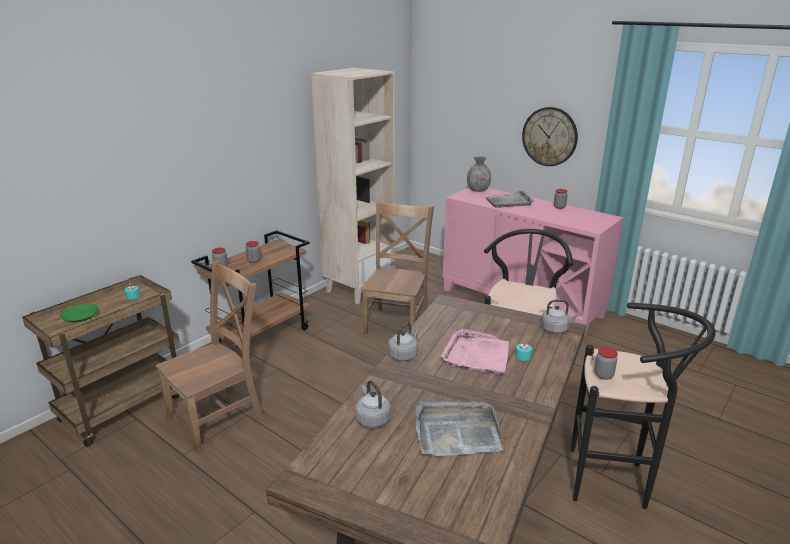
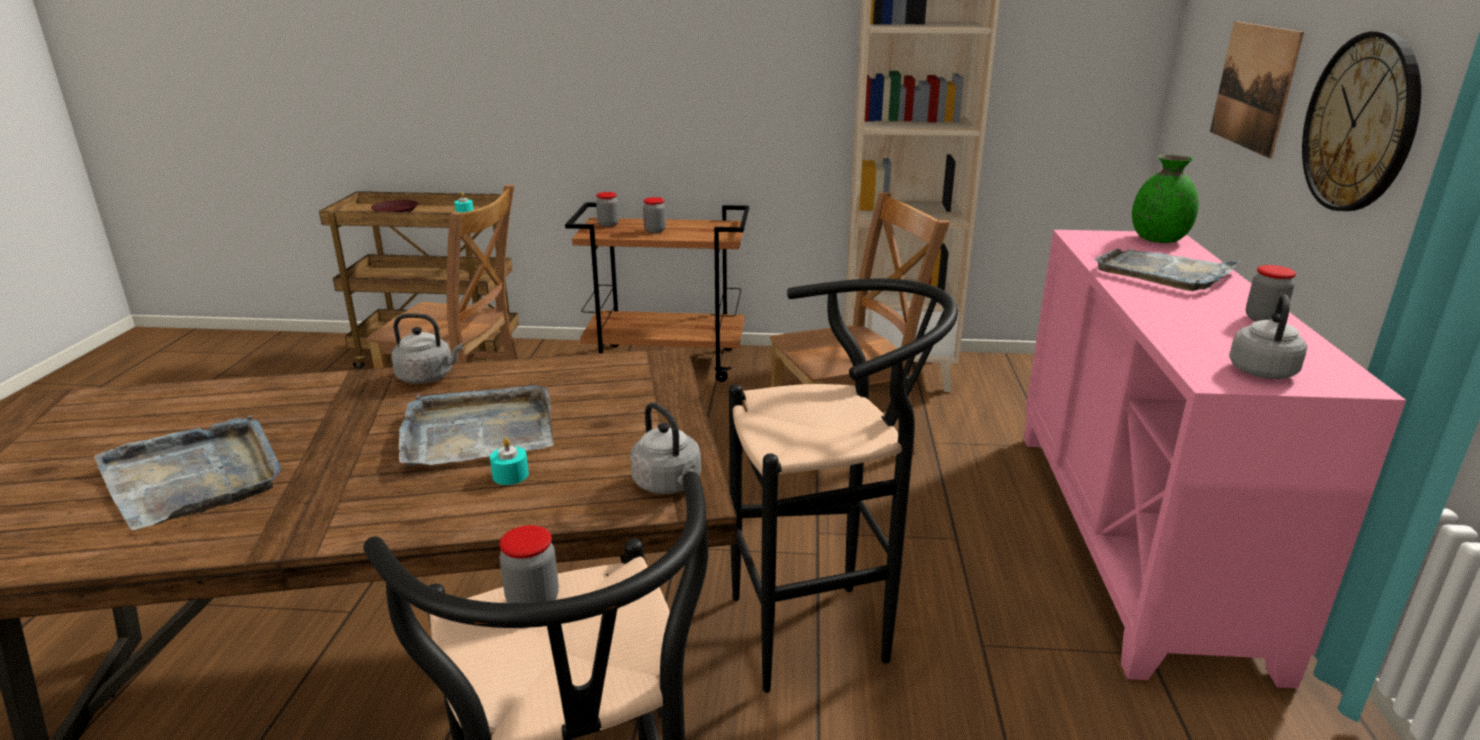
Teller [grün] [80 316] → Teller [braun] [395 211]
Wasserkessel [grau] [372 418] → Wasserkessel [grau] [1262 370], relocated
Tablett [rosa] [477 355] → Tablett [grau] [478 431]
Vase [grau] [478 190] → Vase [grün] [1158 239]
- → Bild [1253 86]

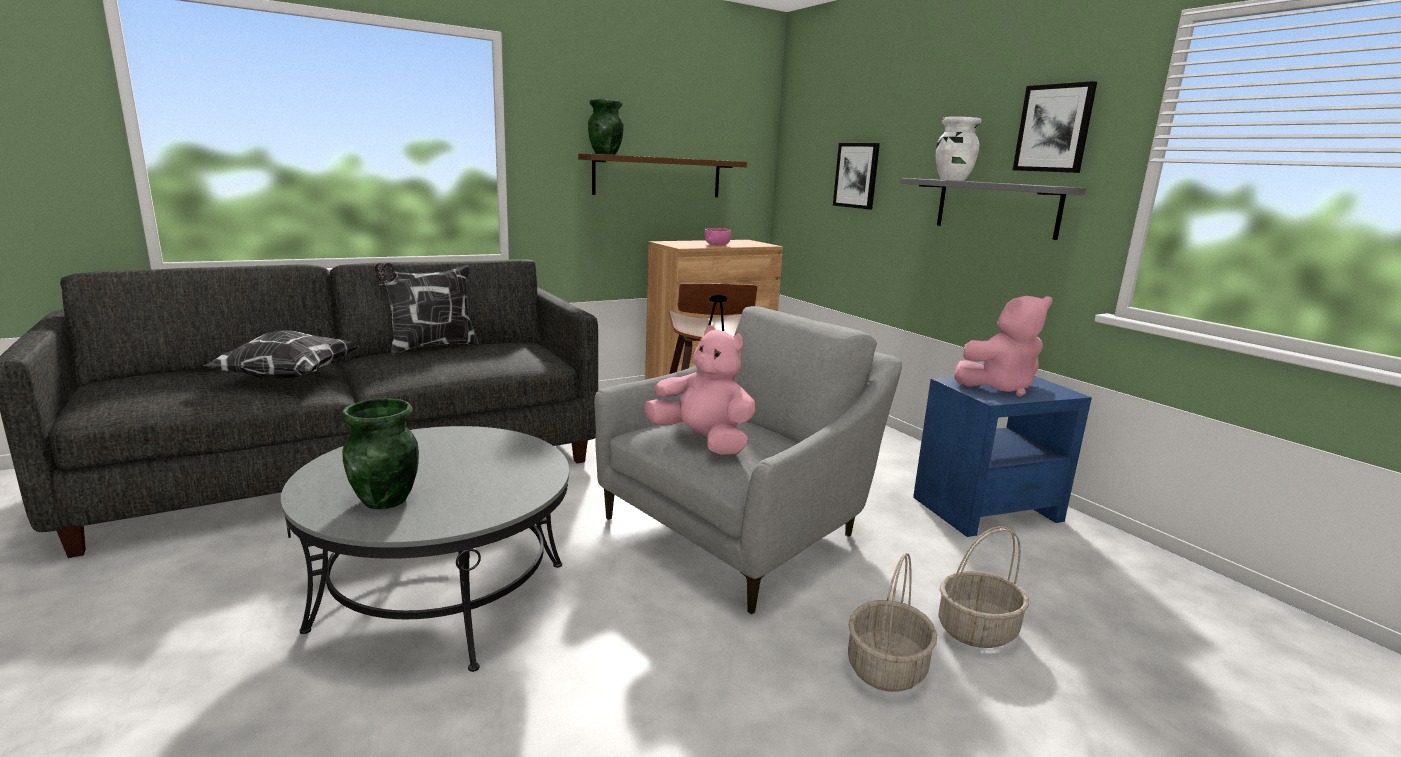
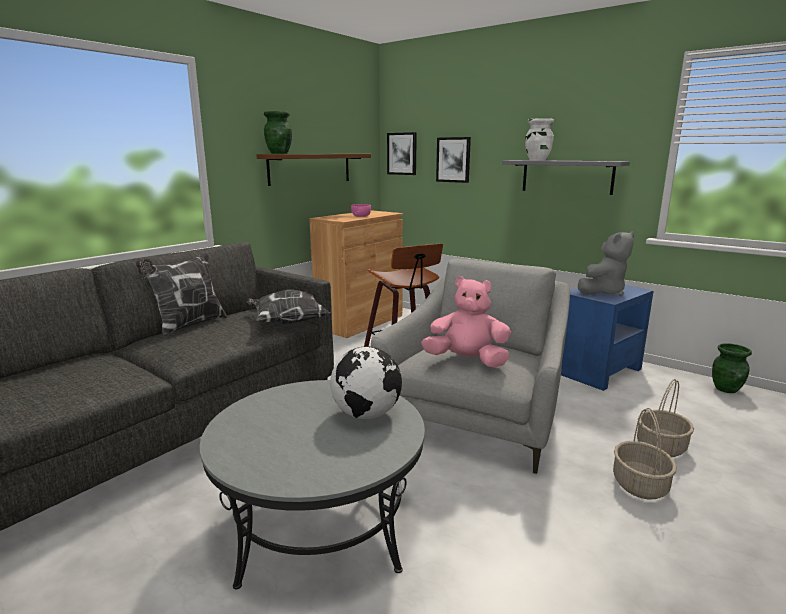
Kissen [288 377] → Kissen [287 322], relocated
Vase [grün] [386 500] → Vase [grün] [726 389], relocated
Plüschtier [rosa] [999 387] → Plüschtier [grau] [603 292]
Bild [1054 128] → Bild [402 153], relocated
- → Globus [367 414]

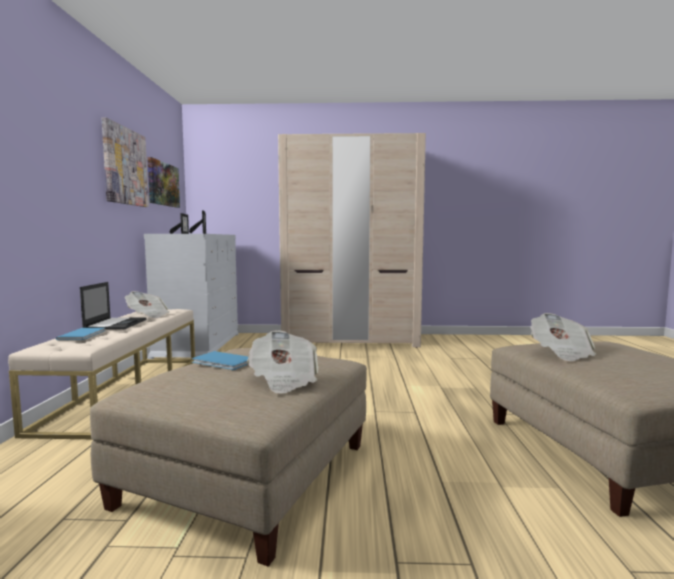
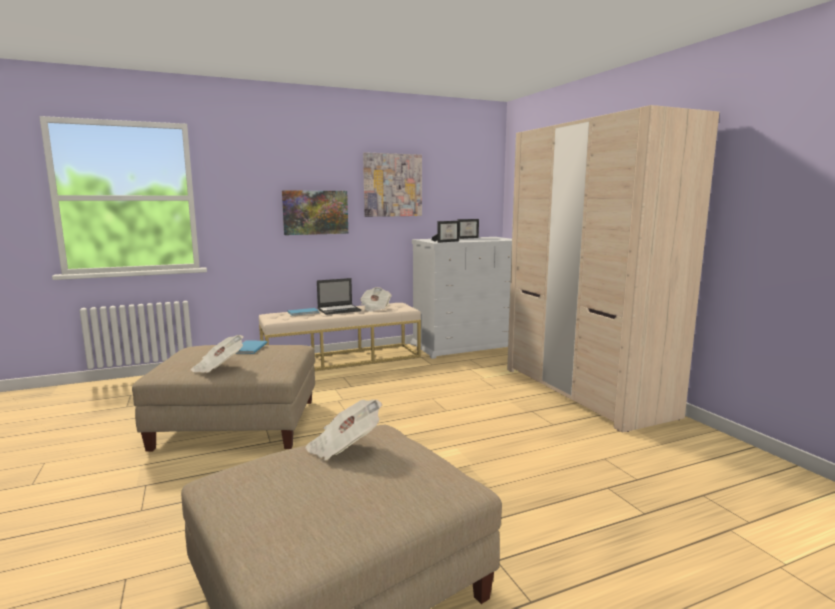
Bild [163 184] → Bild [315 212], relocated

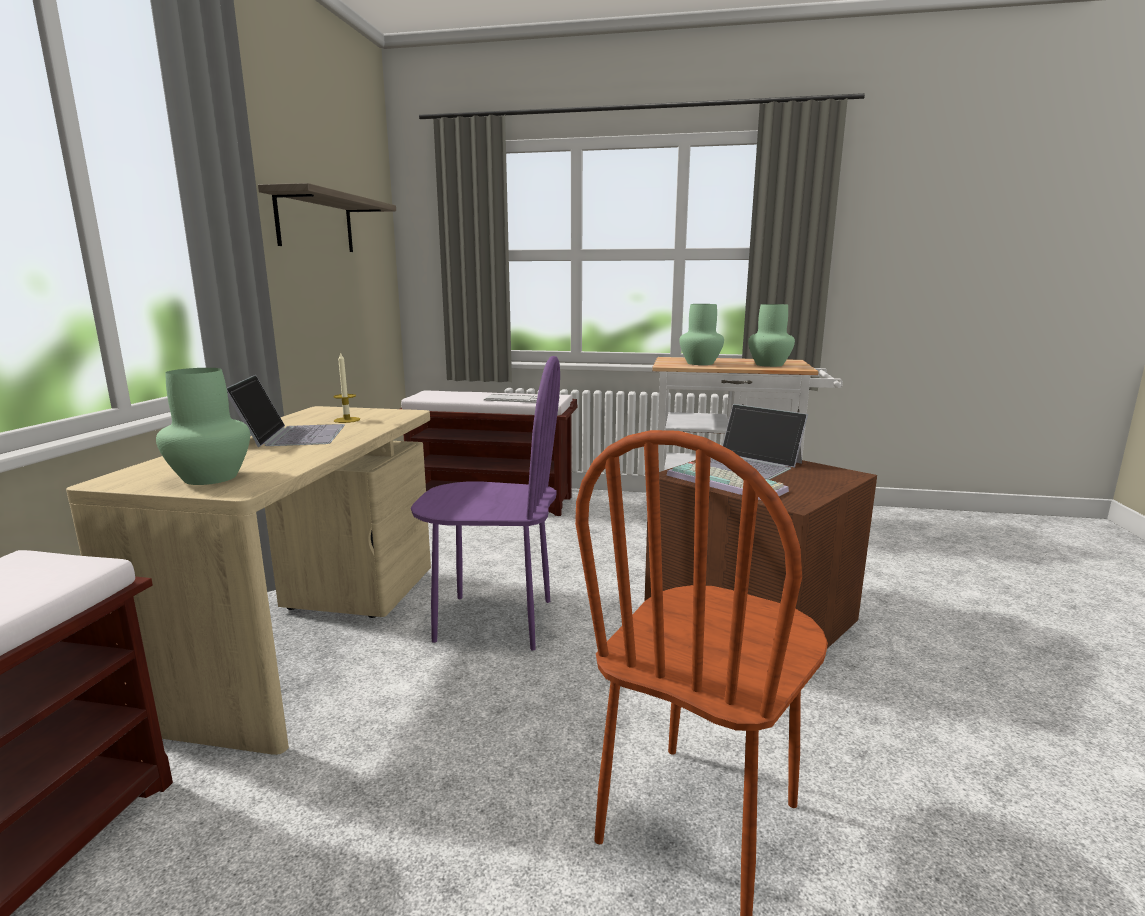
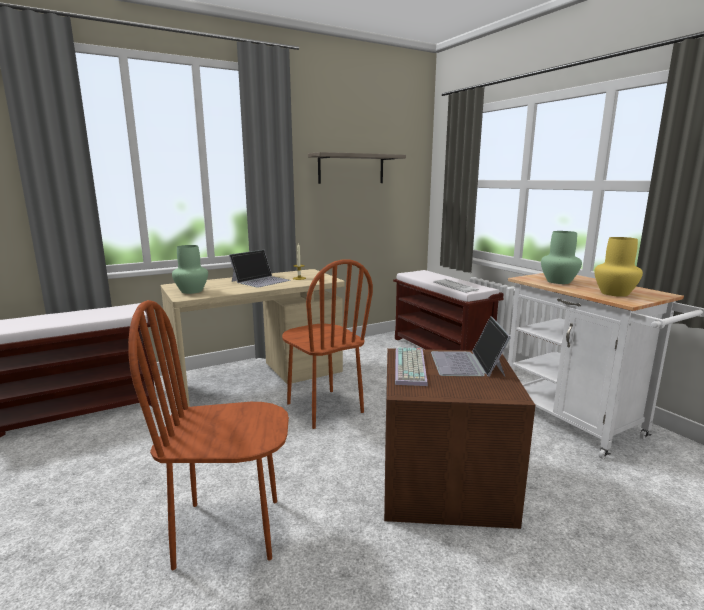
Stuhl [lila] [494 621] → Stuhl [braun] [324 408]
Vase [grün] [769 365] → Vase [gelb] [614 293]

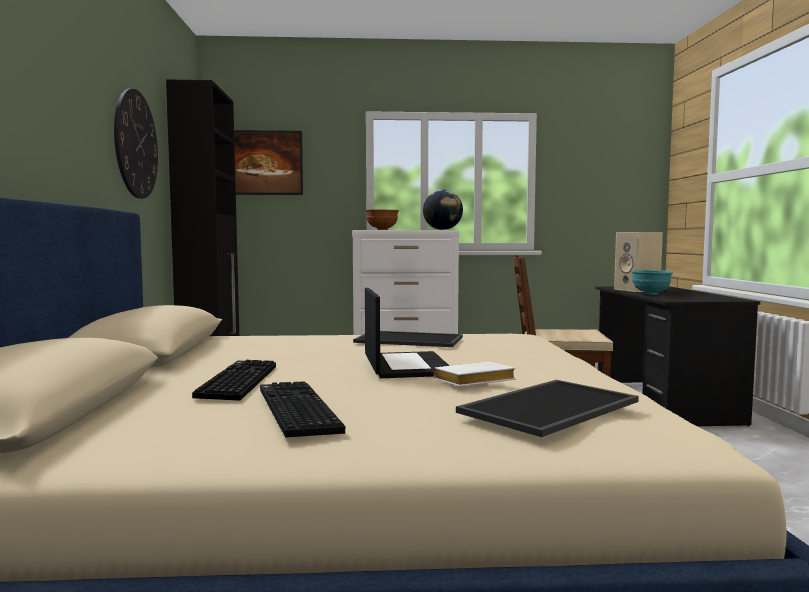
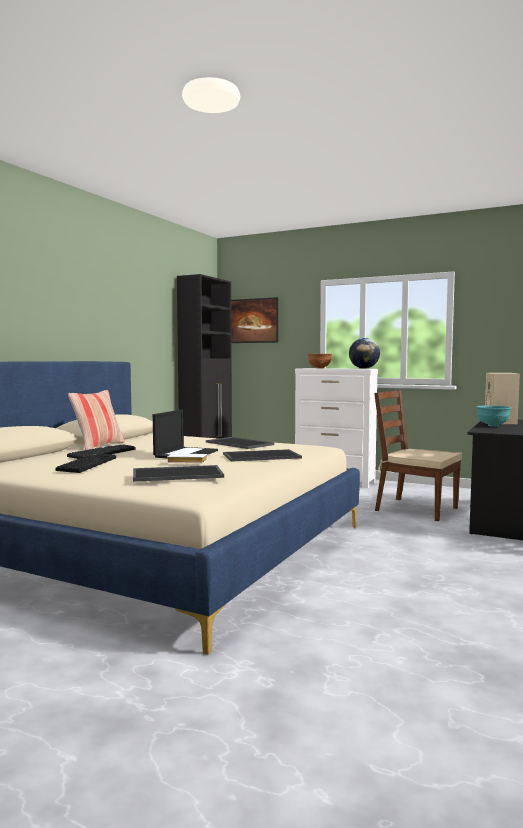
Wanduhr [136 144] → -
- → Kissen [98 446]
- → Tablett [261 456]

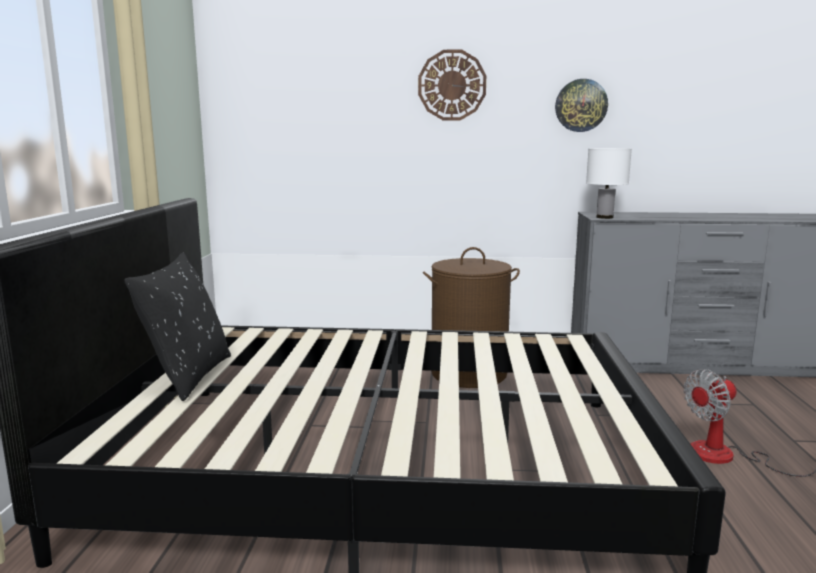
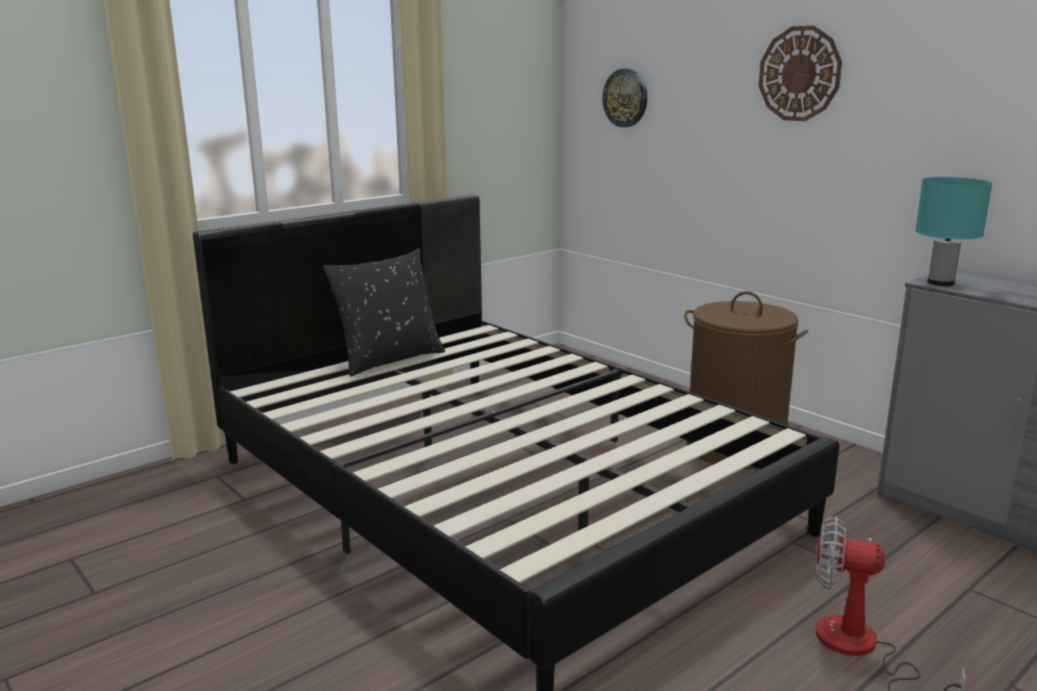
Wanduhr [581 105] → Wanduhr [625 98], relocated
Tischlampe [weiß] [605 217] → Tischlampe [türkis] [941 283]

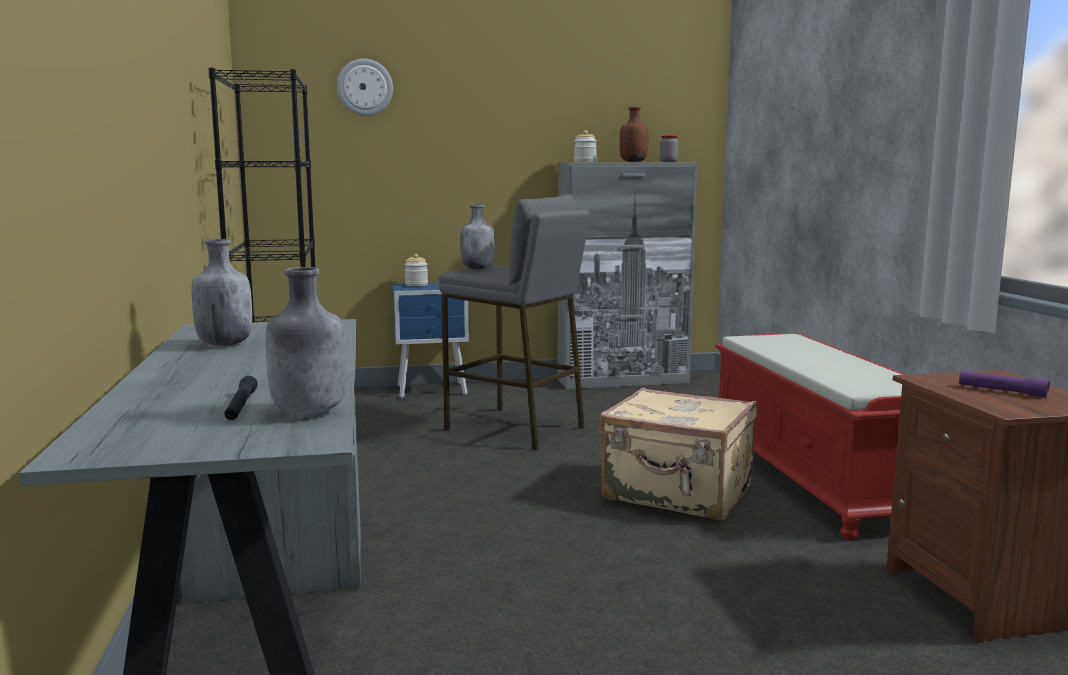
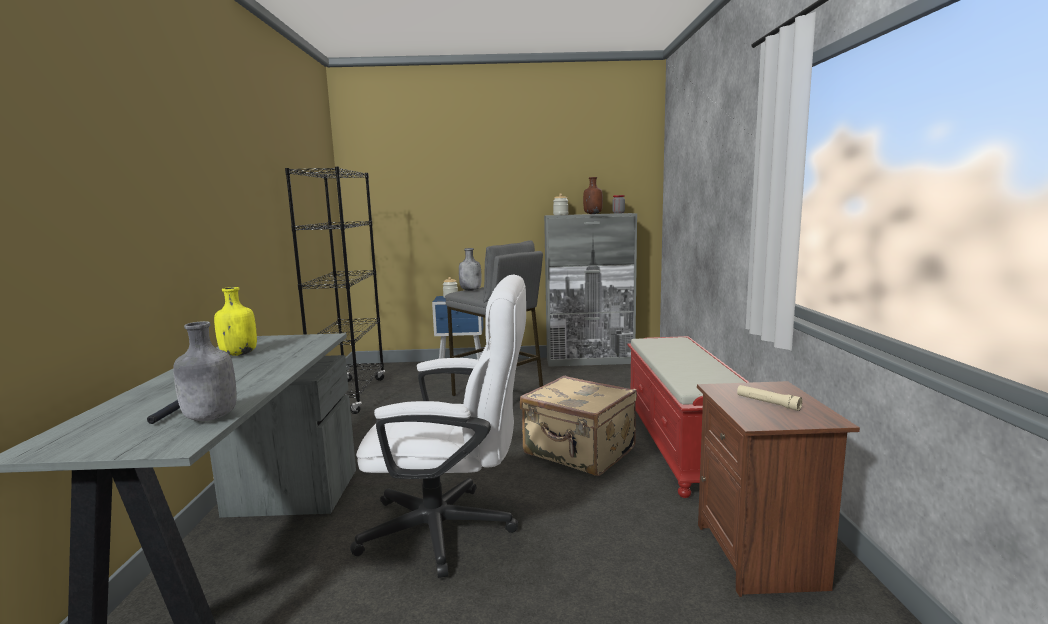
Flasche [grau] [224 344] → Flasche [gelb] [239 354]
Wanduhr [365 87] → -
Taschenlampe [lila] [1001 391] → Taschenlampe [beige] [767 403]
- → Bürostuhl [weiß] [452 529]

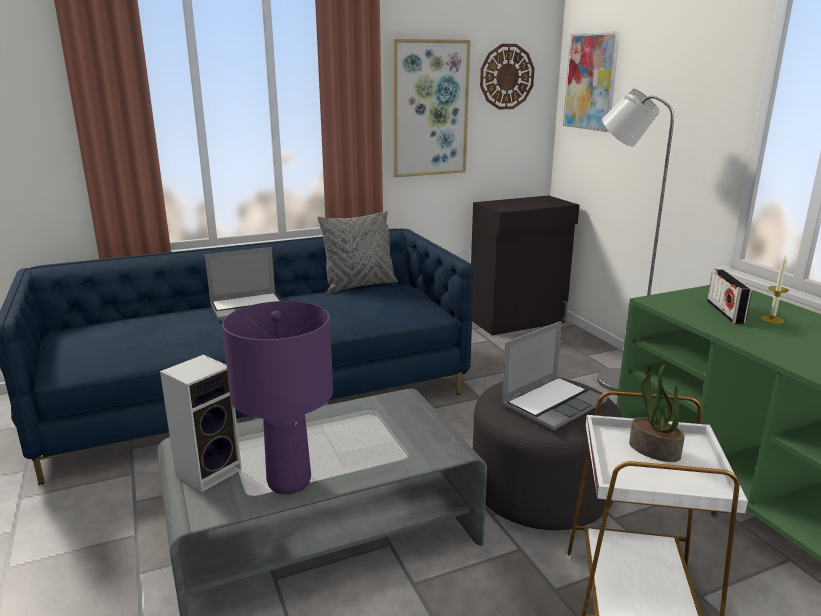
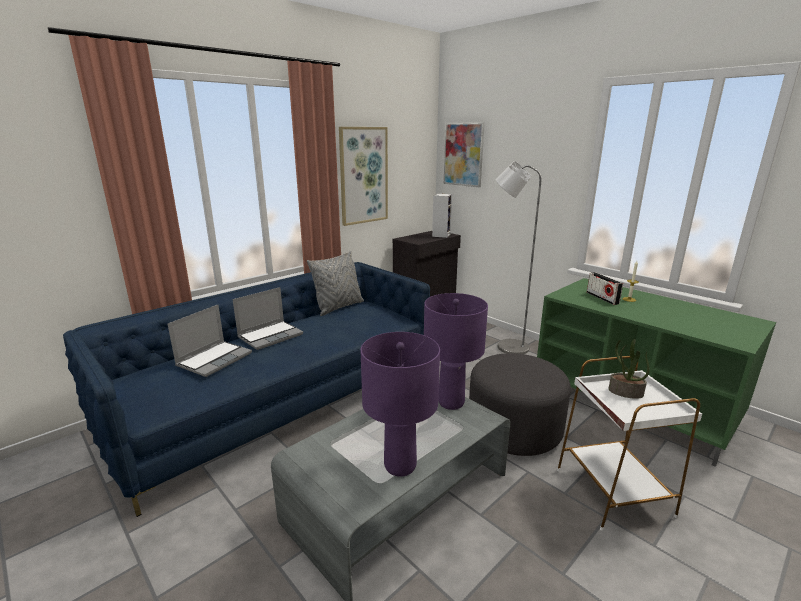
Lautsprecher [210 471] → Lautsprecher [441 235], relocated
Wanduhr [506 77] → -
Laptop [553 403] → Laptop [214 359], relocated
- → Tischlampe [lila] [451 403]

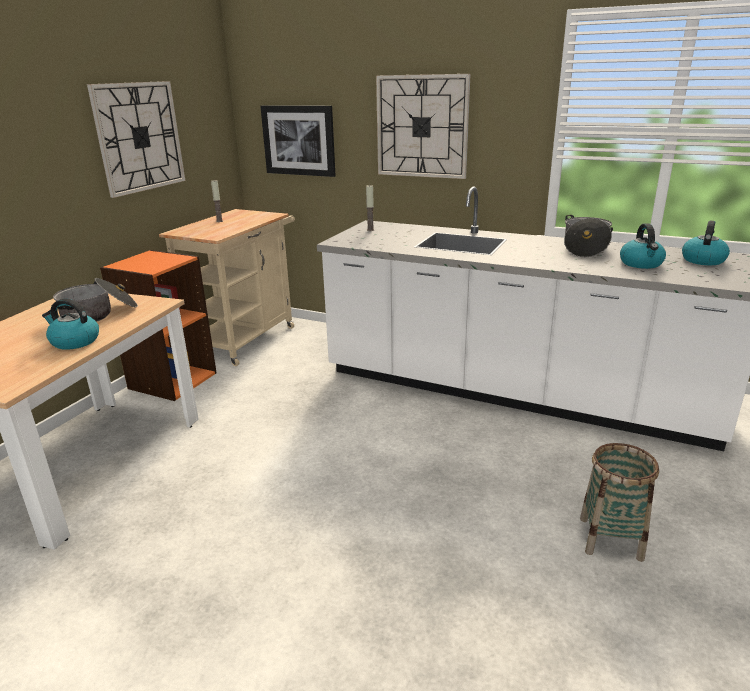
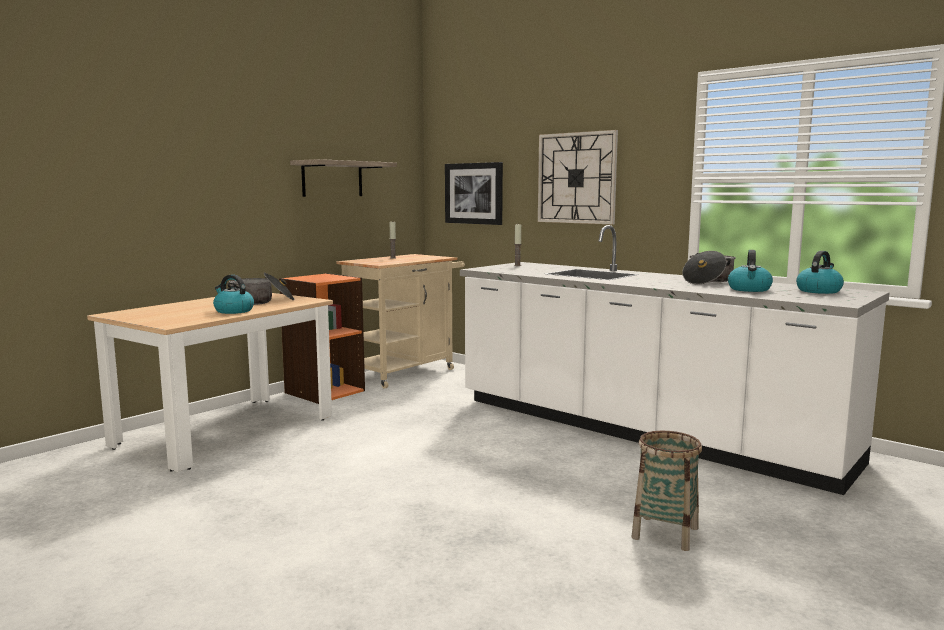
Wanduhr [139 137] → Wandregal [332 179]

